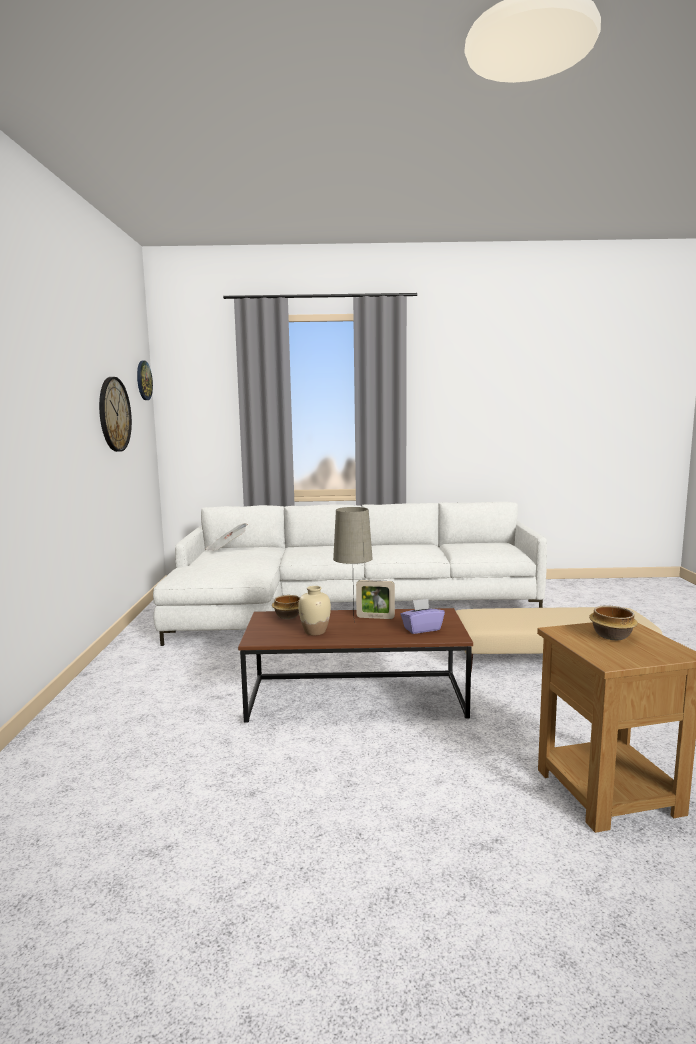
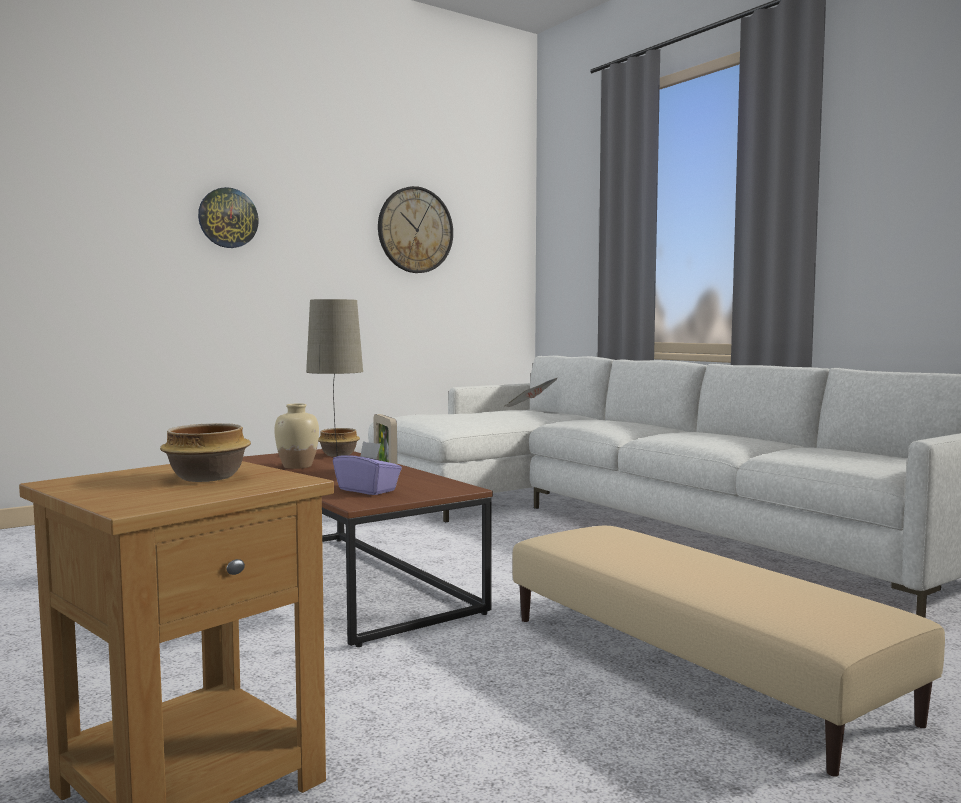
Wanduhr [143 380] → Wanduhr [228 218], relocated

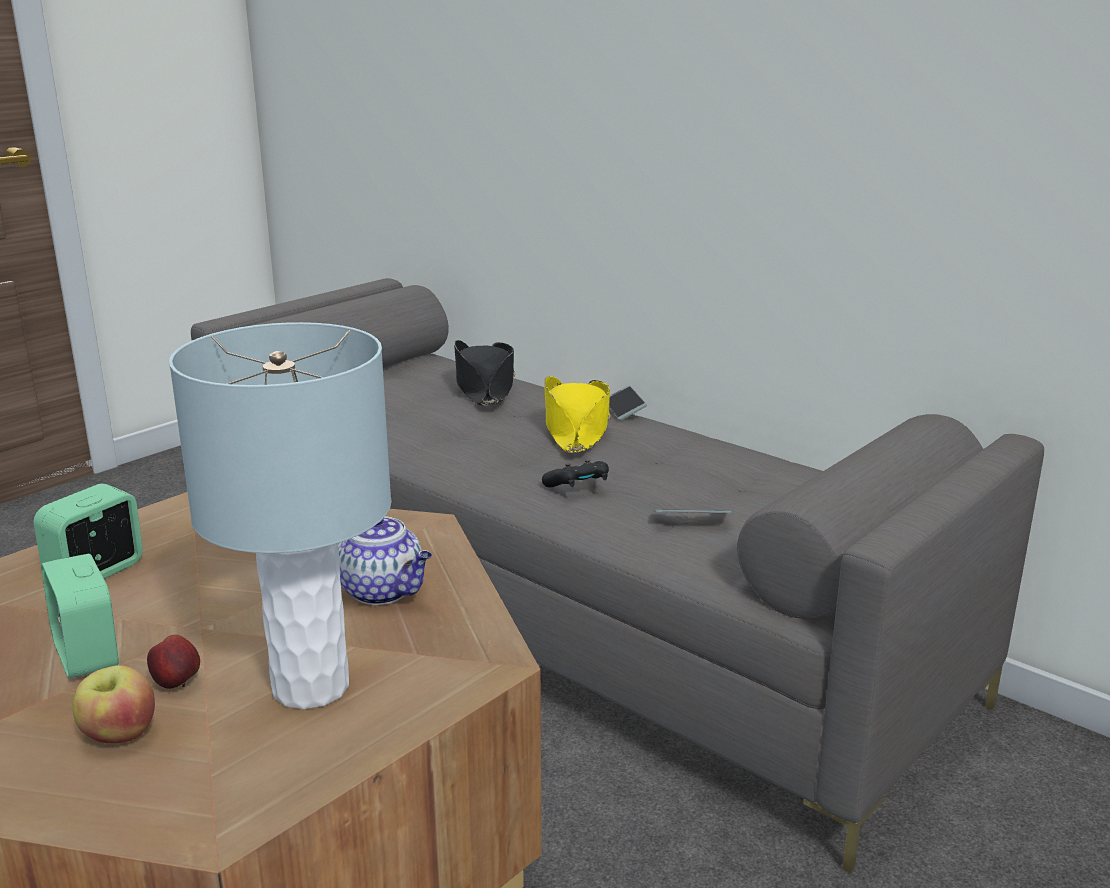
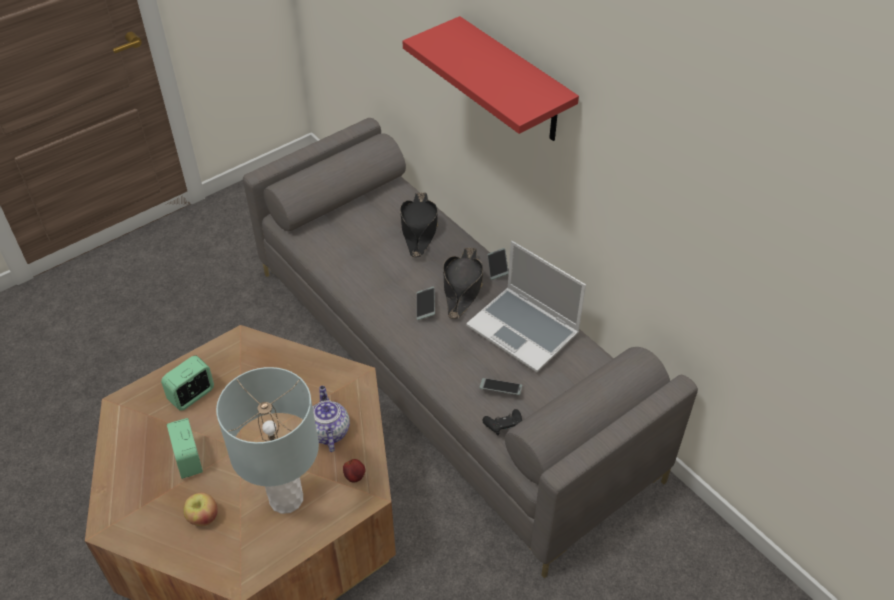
Apfel [177 683] → Apfel [355 476], relocated
Teekanne [383 591] → Teekanne [328 431], 150 degrees counterclockwise
Gamepad [schwarz] [578 487] → Gamepad [schwarz] [503 426], relocated
Hut [gelb] [576 429] → Hut [schwarz] [462 287]
- → Wandregal [rot] [514 82]
- → Handy [425 306]
- → Laptop [524 330]

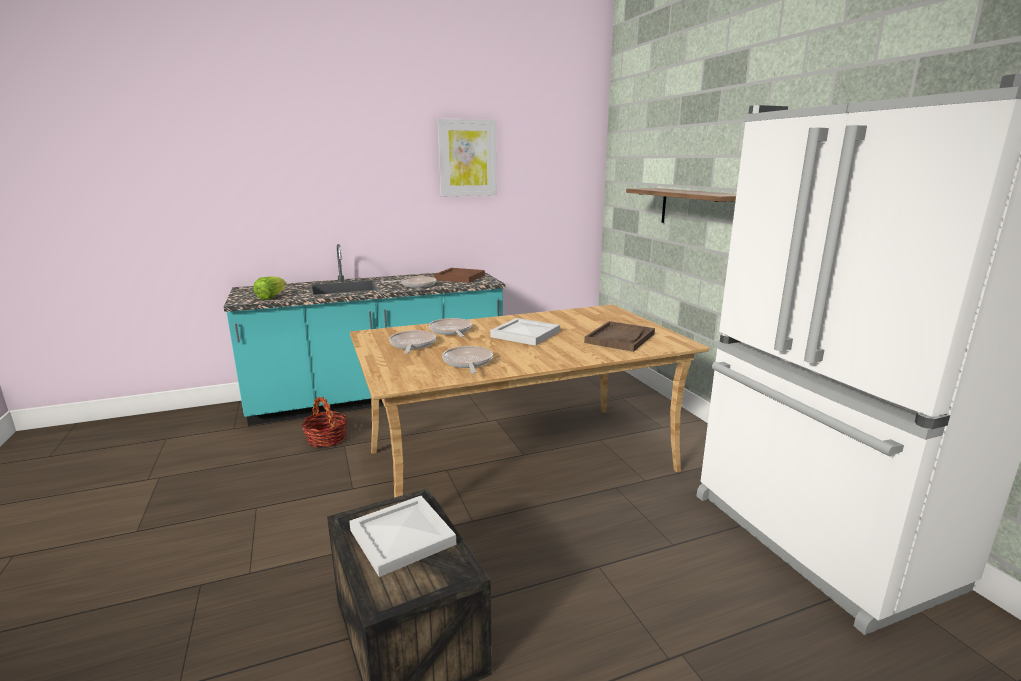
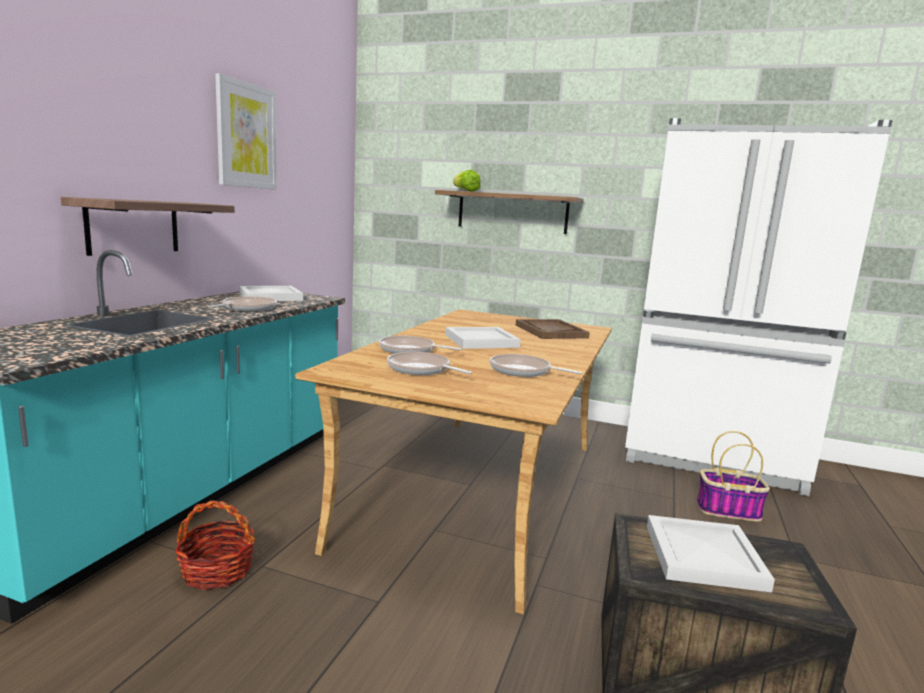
Salatkopf [271 297] → Salatkopf [465 191], relocated
Tablett [braun] [460 277] → Tablett [weiß] [271 297]
- → Wandregal [133 226]
- → Korb [728 510]

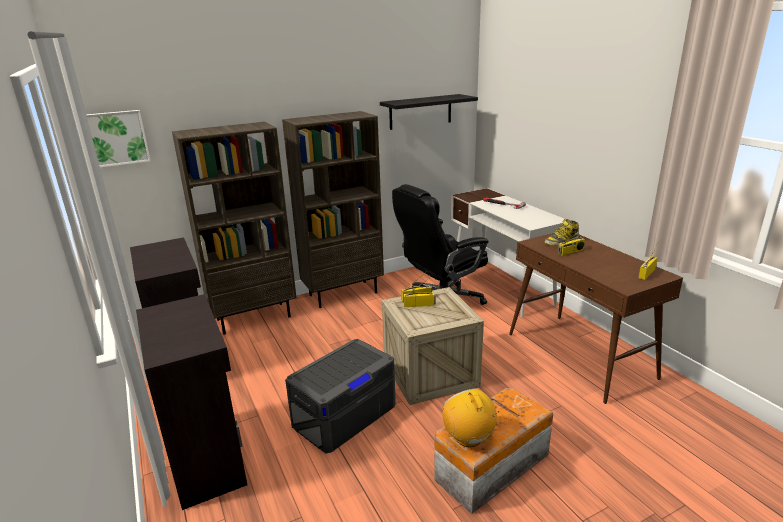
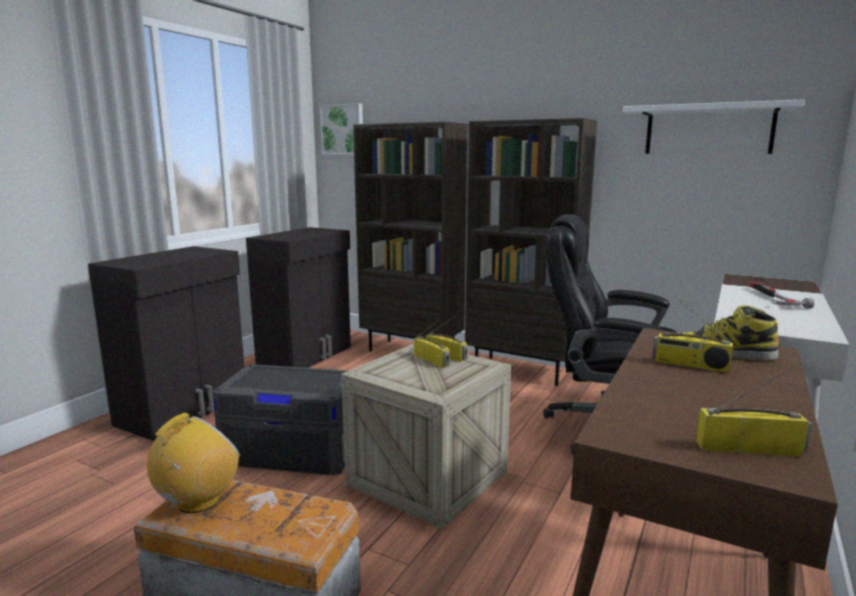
Wandregal [schwarz] [420 111] → Wandregal [weiß] [708 130]

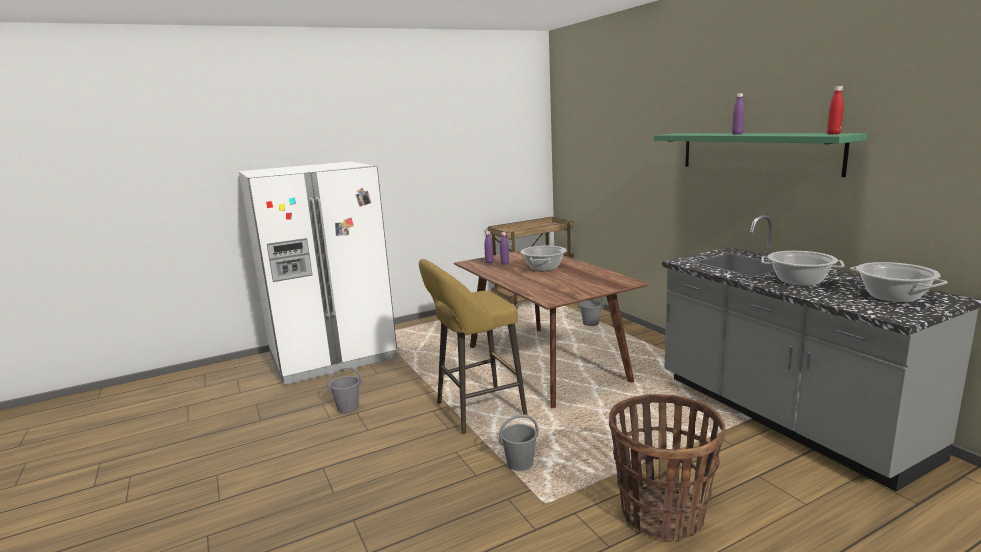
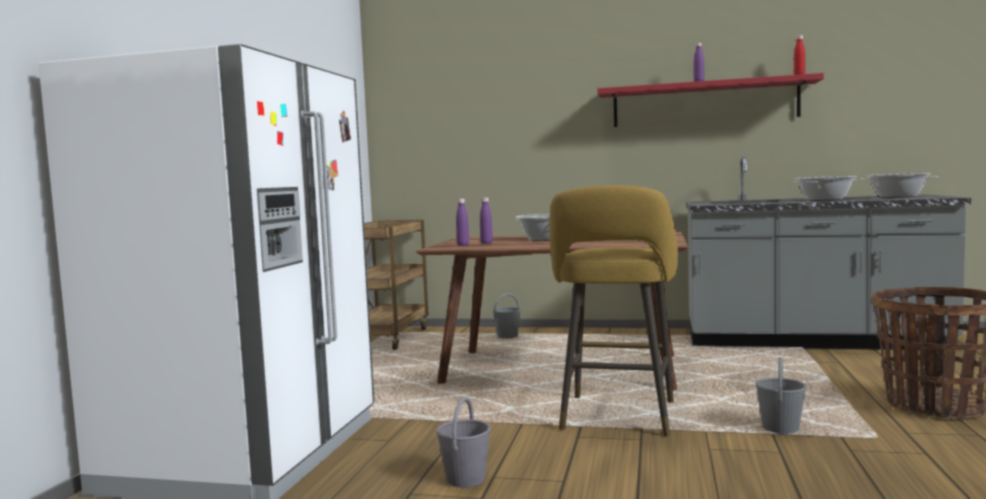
Wandregal [grün] [756 152] → Wandregal [rot] [704 103]

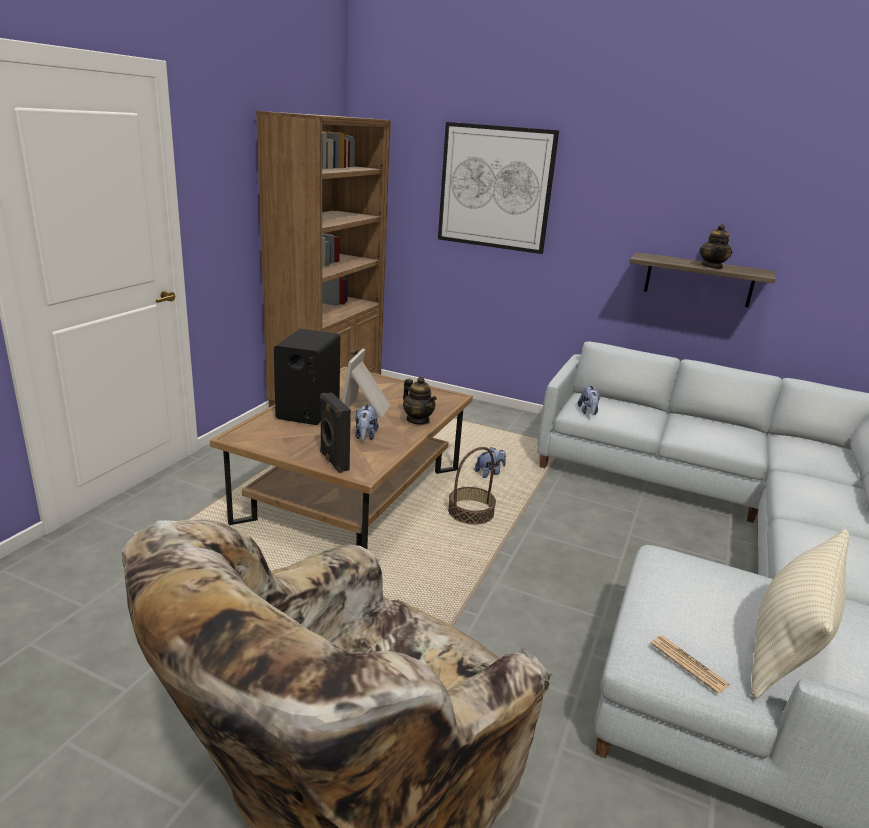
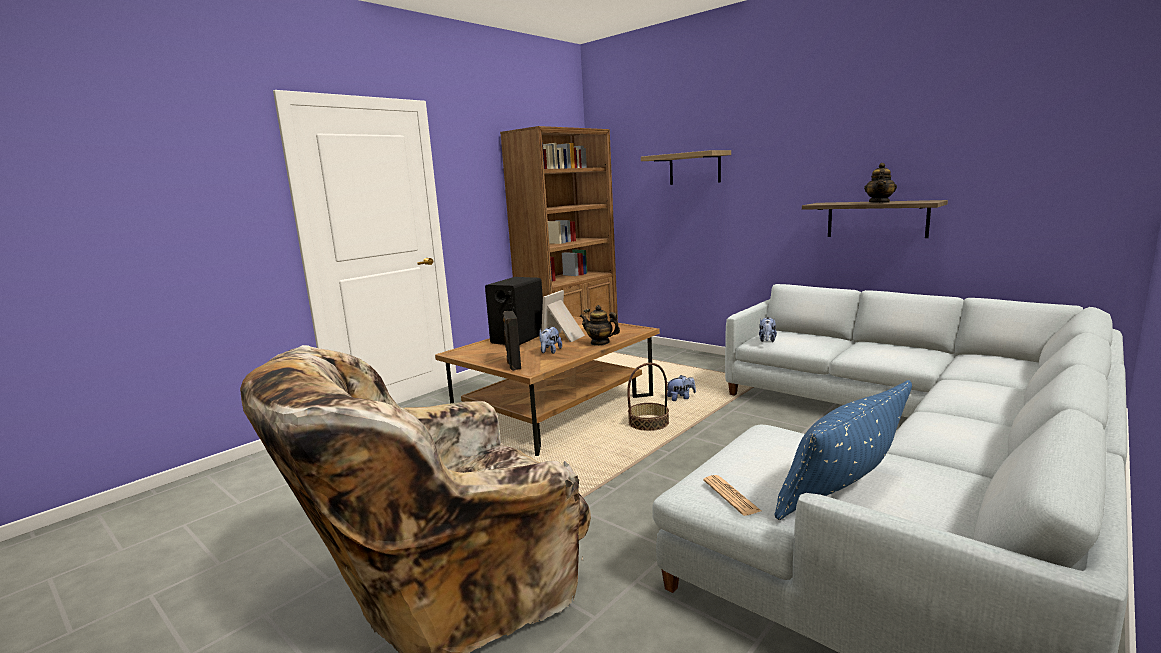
Teekanne [418 420] → Teekanne [600 343], 135 degrees clockwise
Bild [495 188] → Wandregal [694 168]
Kissen [beige] [786 646] → Kissen [blau] [842 490]

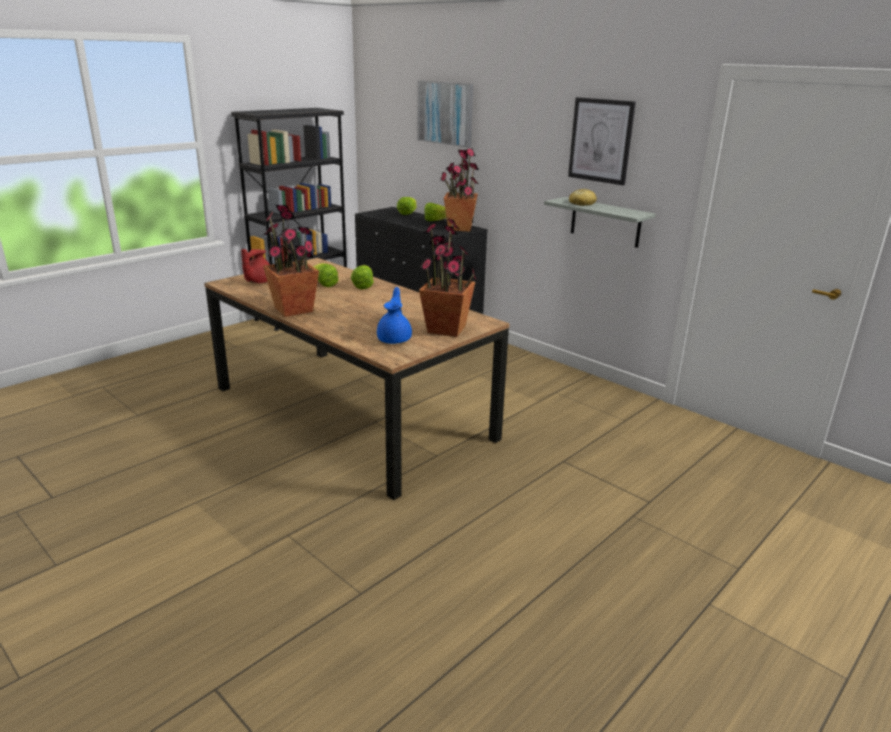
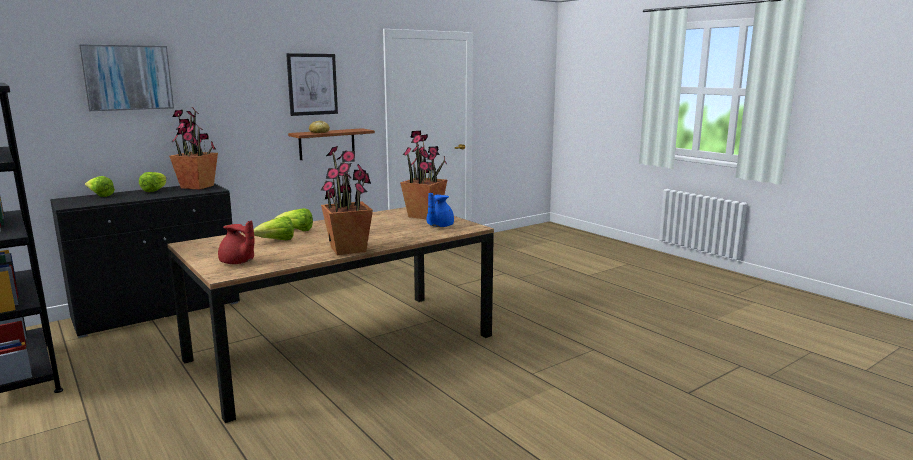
Teekanne [blau] [395 339] → Teekanne [blau] [439 226], 75 degrees counterclockwise
Wandregal [grau] [605 222] → Wandregal [braun] [327 144]

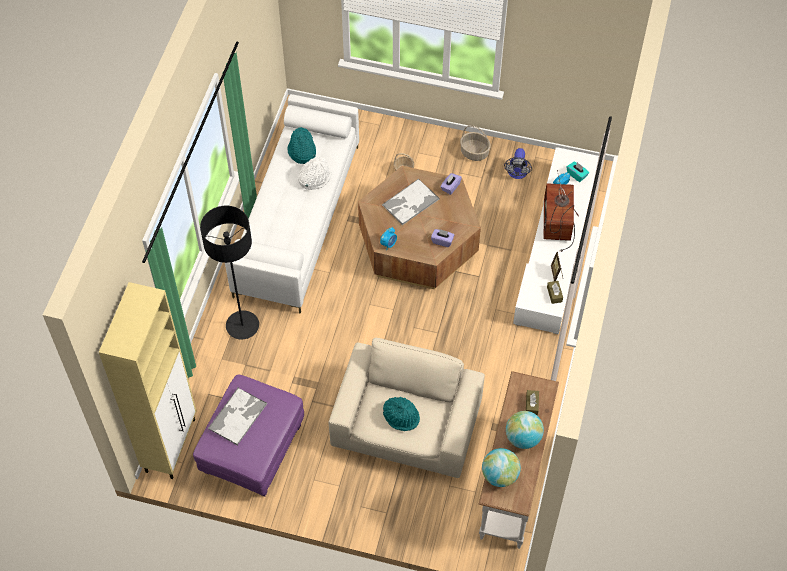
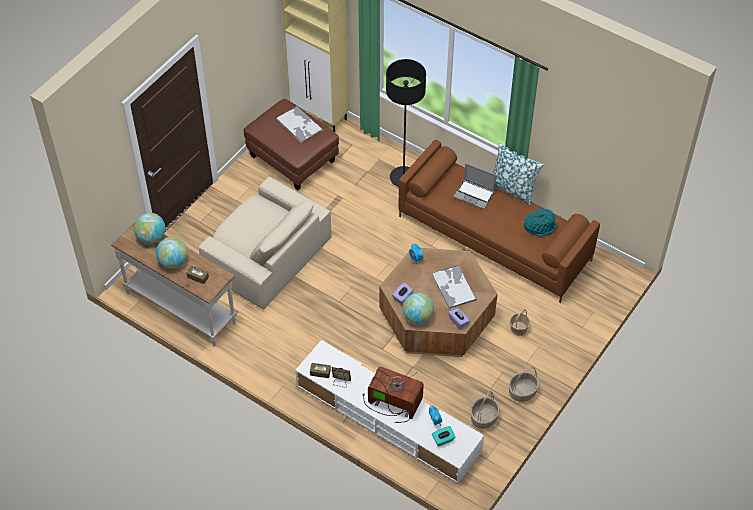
Polsterhocker [lila] [253 449] → Polsterhocker [braun] [292 159]
Sofa [weiß] [297 219] → Sofa [braun] [495 238]
Hut [weiß] [314 178] → -
Hut [türkis] [401 416] → -
Ventilator [517 174] → Korb [484 418]
- → Globus [417 317]
- → Laptop [475 195]
- → Kissen [512 189]

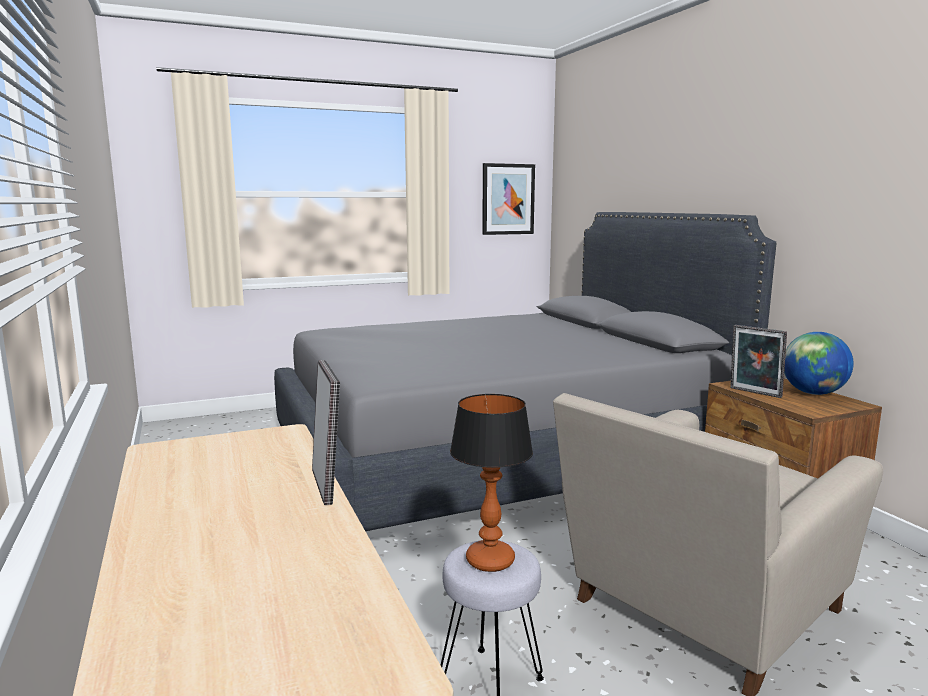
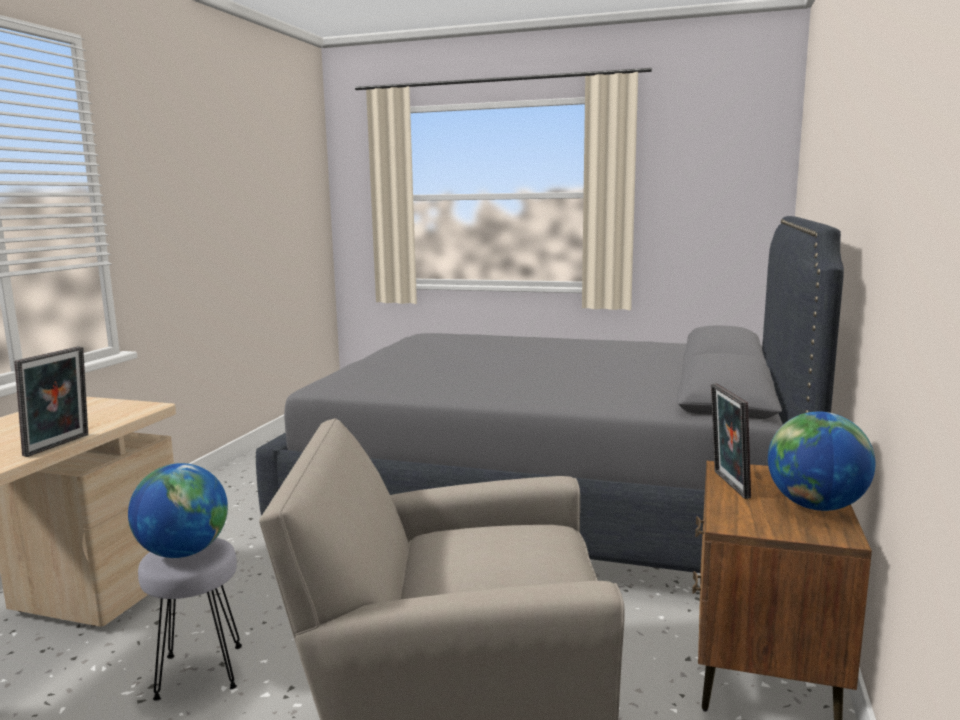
Tischlampe [489 560] → Globus [183 552]
Bild [508 199] → -

